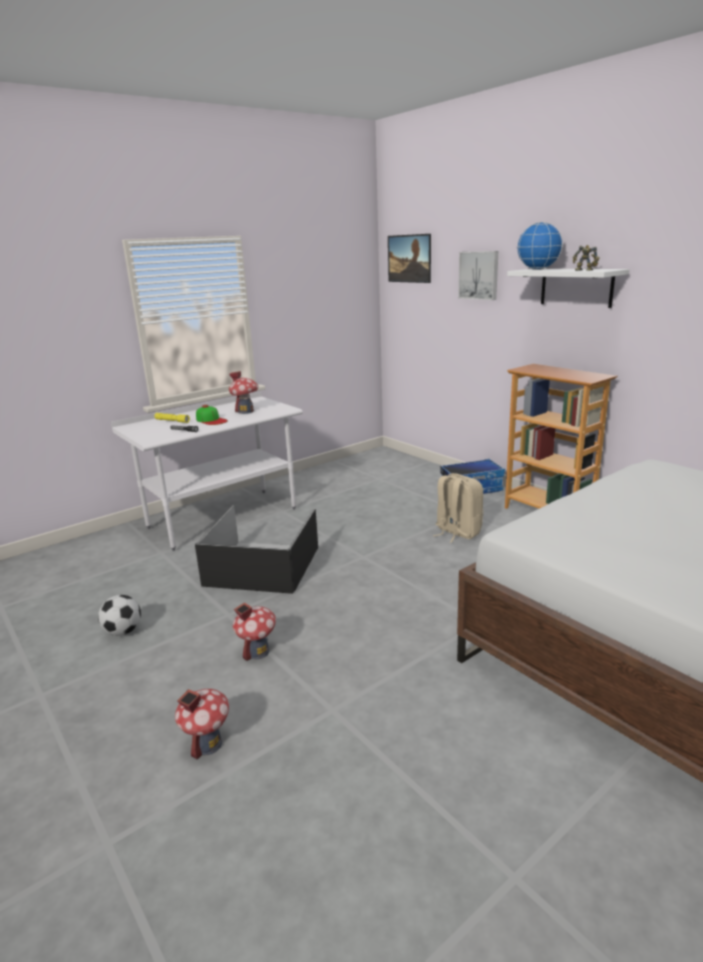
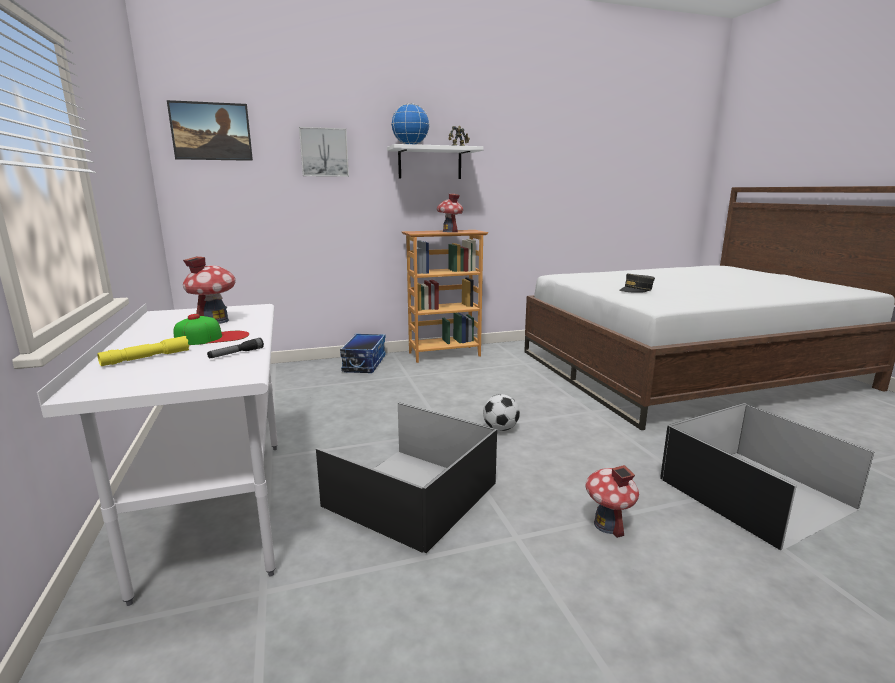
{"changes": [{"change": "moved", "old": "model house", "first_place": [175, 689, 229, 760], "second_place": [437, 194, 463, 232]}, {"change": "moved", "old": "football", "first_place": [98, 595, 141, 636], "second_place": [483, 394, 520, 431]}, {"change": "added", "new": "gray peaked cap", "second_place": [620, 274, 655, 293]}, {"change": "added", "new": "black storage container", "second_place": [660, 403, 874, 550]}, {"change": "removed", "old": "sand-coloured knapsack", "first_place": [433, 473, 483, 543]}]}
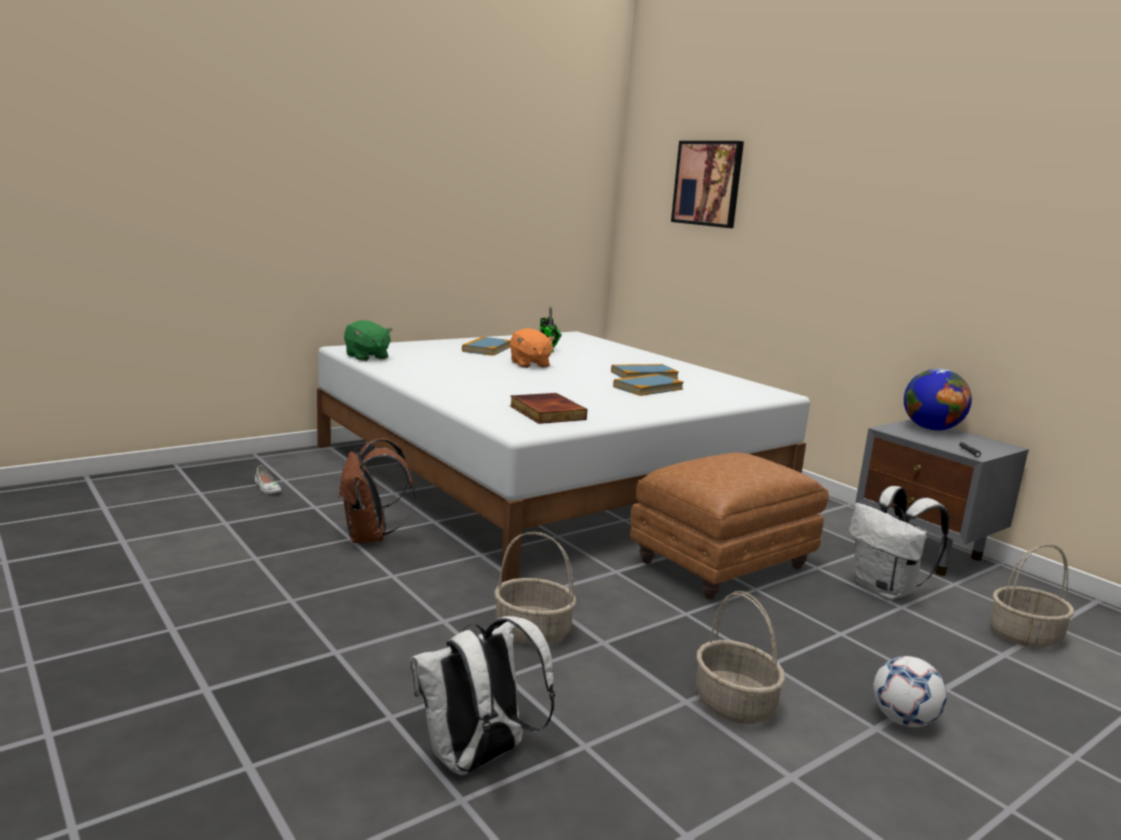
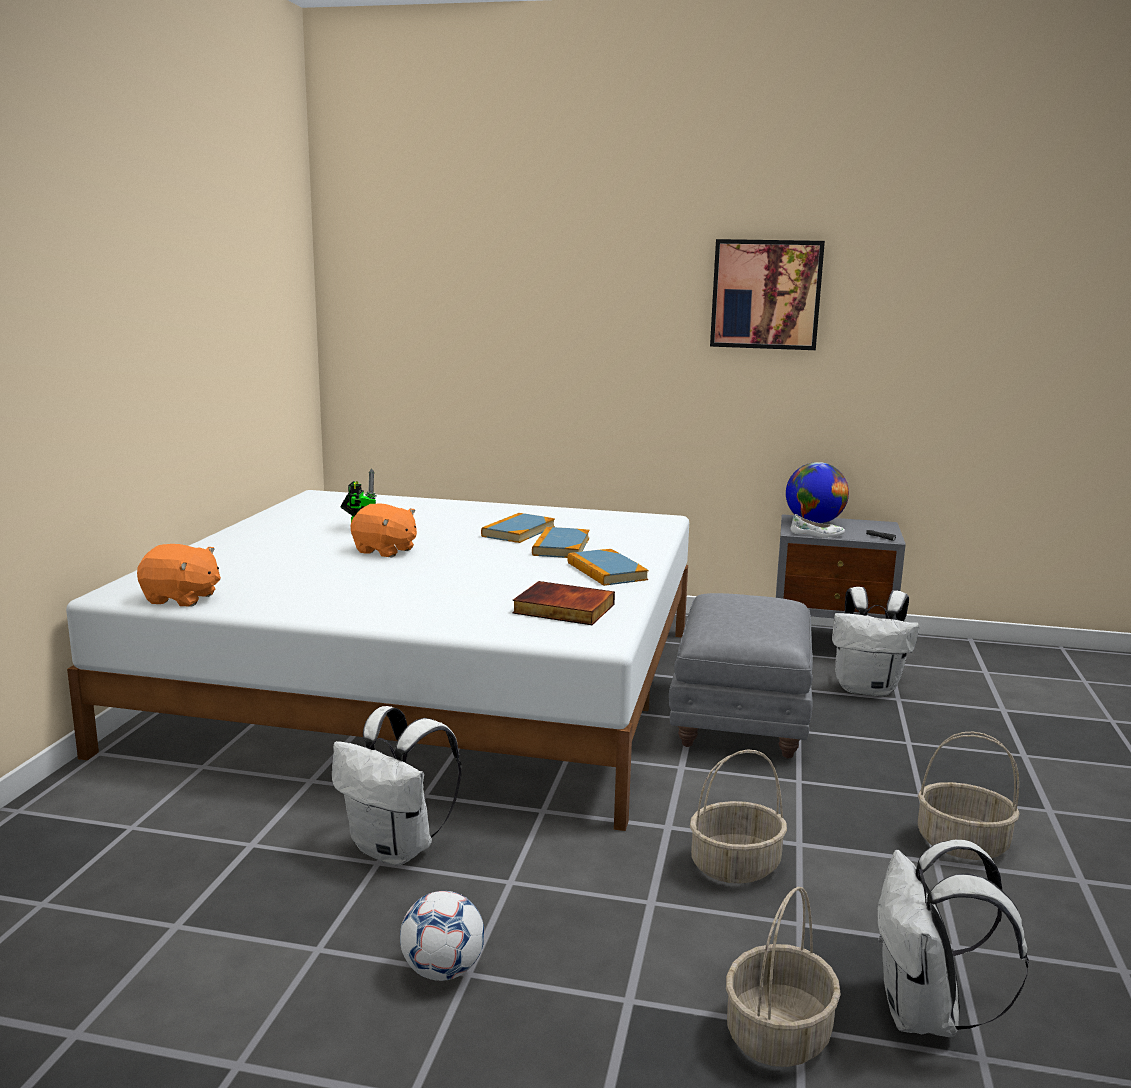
{"changes": [{"change": "recoloured", "old": "greenish cuddly toy", "new": "orange cuddly toy", "first_place": [344, 320, 392, 361], "second_place": [137, 544, 221, 606]}, {"change": "recoloured", "old": "brownish knapsack", "new": "whitish knapsack", "first_place": [338, 438, 415, 543], "second_place": [332, 706, 461, 866]}, {"change": "moved", "old": "football", "first_place": [873, 656, 947, 727], "second_place": [400, 891, 485, 981]}, {"change": "moved", "old": "volume", "first_place": [462, 337, 511, 356], "second_place": [567, 549, 649, 586]}, {"change": "recoloured", "old": "brownish footrest", "new": "gray footrest", "first_place": [630, 452, 829, 600], "second_place": [669, 593, 813, 758]}, {"change": "moved", "old": "wall art", "first_place": [671, 141, 744, 228], "second_place": [710, 239, 825, 350]}, {"change": "moved", "old": "household basket", "first_place": [990, 544, 1074, 648], "second_place": [726, 887, 841, 1067]}, {"change": "moved", "old": "whitish low shoe", "first_place": [255, 465, 281, 494], "second_place": [790, 514, 845, 538]}]}
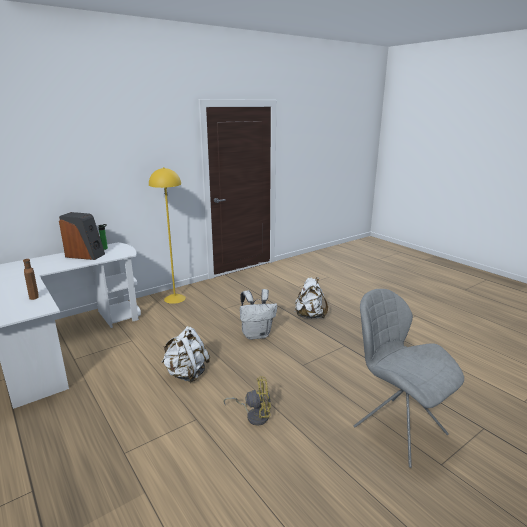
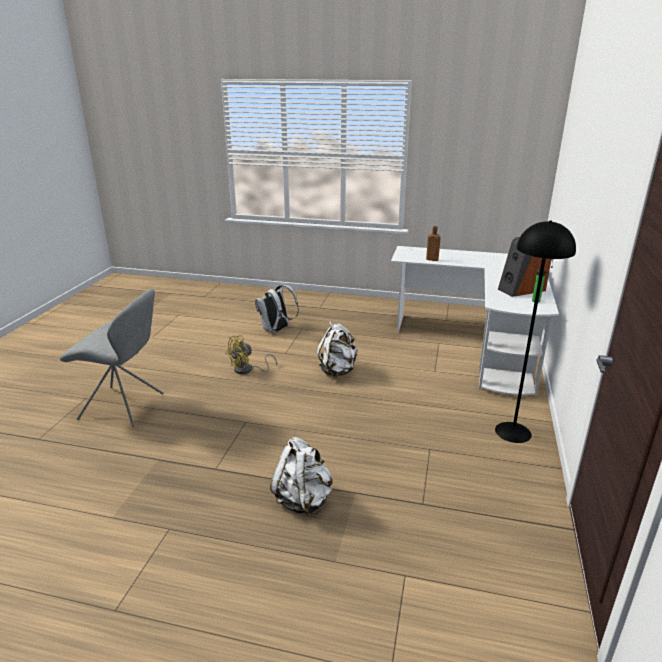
{"changes": [{"change": "moved", "old": "whitish knapsack", "first_place": [240, 289, 277, 340], "second_place": [255, 285, 299, 333]}, {"change": "recoloured", "old": "yellow floor lamp", "new": "black floor lamp", "first_place": [149, 167, 186, 304], "second_place": [495, 220, 576, 443]}]}
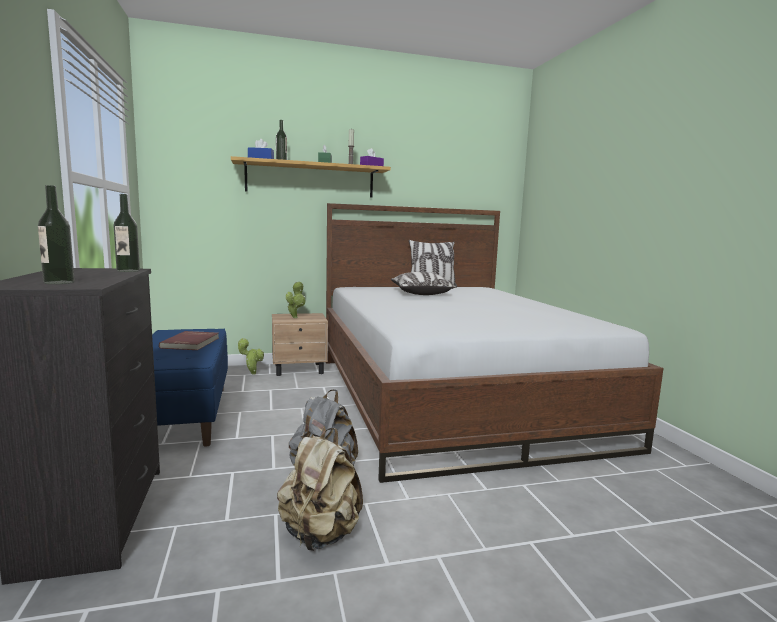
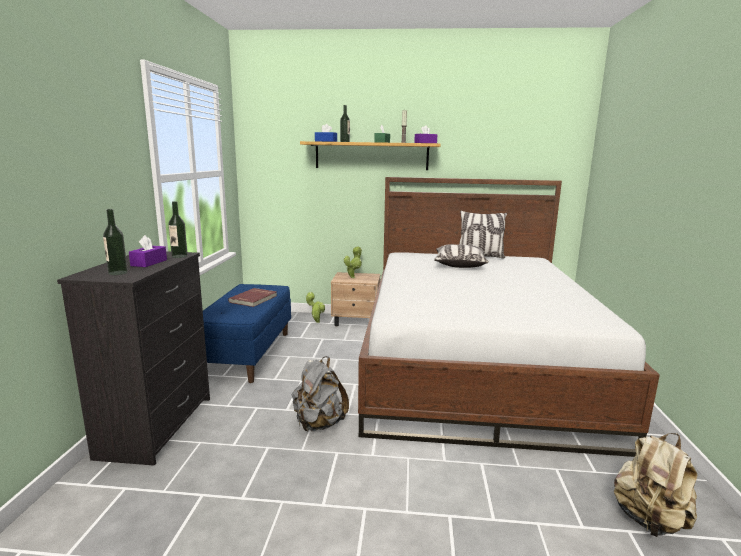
{"changes": [{"change": "added", "new": "purplish tissue holder", "second_place": [129, 235, 167, 267]}, {"change": "moved", "old": "sand-coloured knapsack", "first_place": [277, 428, 363, 551], "second_place": [614, 433, 697, 537]}]}
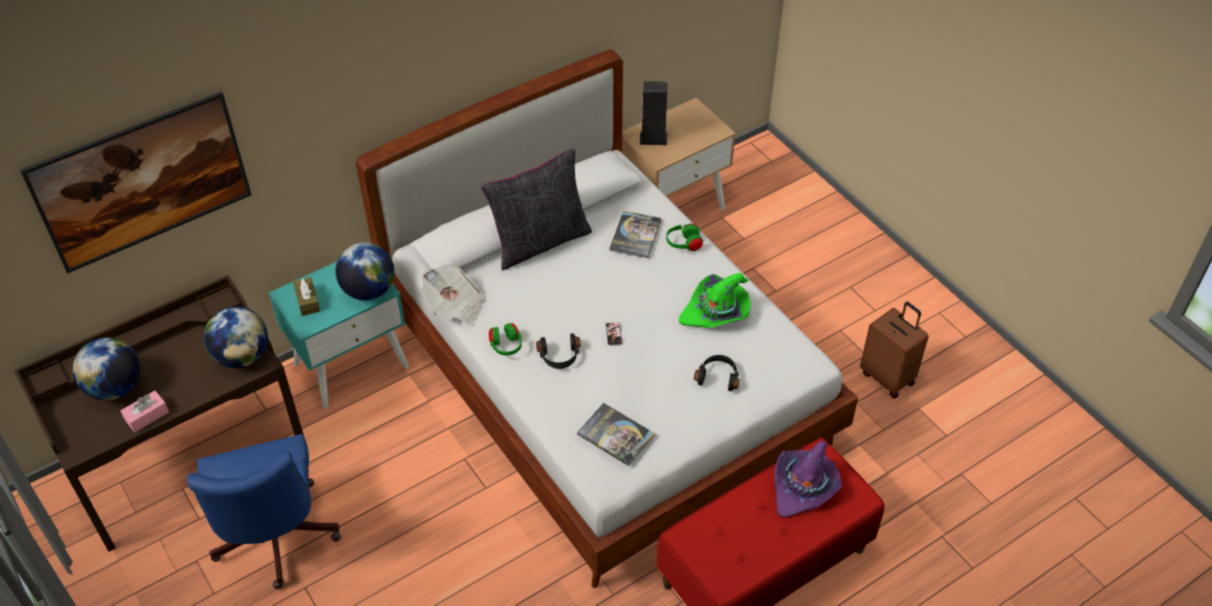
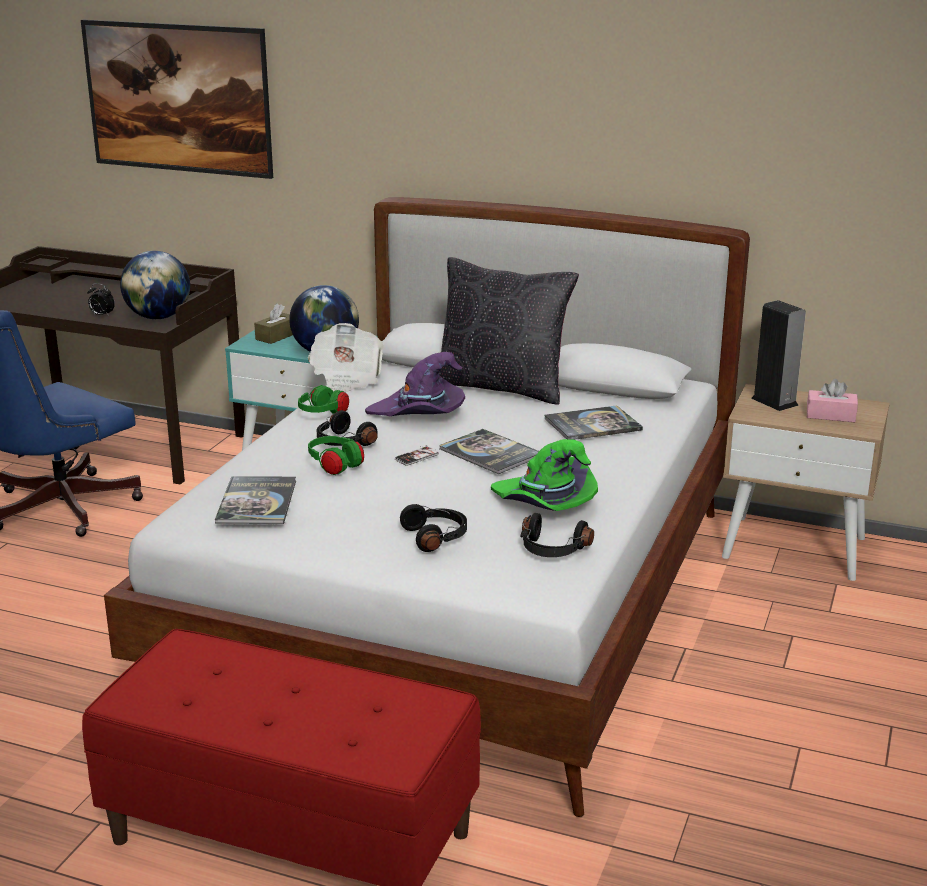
{"changes": [{"change": "added", "new": "alarm clock", "second_place": [87, 283, 115, 316]}, {"change": "moved", "old": "greenish headphones", "first_place": [666, 224, 704, 251], "second_place": [308, 436, 364, 475]}, {"change": "moved", "old": "purplish hat", "first_place": [774, 441, 842, 518], "second_place": [365, 352, 465, 416]}, {"change": "added", "new": "volume", "second_place": [440, 429, 539, 474]}, {"change": "added", "new": "black headphones", "second_place": [520, 513, 594, 557]}, {"change": "moved", "old": "pinkish tissue holder", "first_place": [121, 391, 169, 433], "second_place": [807, 378, 858, 422]}, {"change": "removed", "old": "world globe", "first_place": [73, 337, 140, 401]}, {"change": "removed", "old": "brownish suitcase", "first_place": [860, 302, 929, 399]}]}
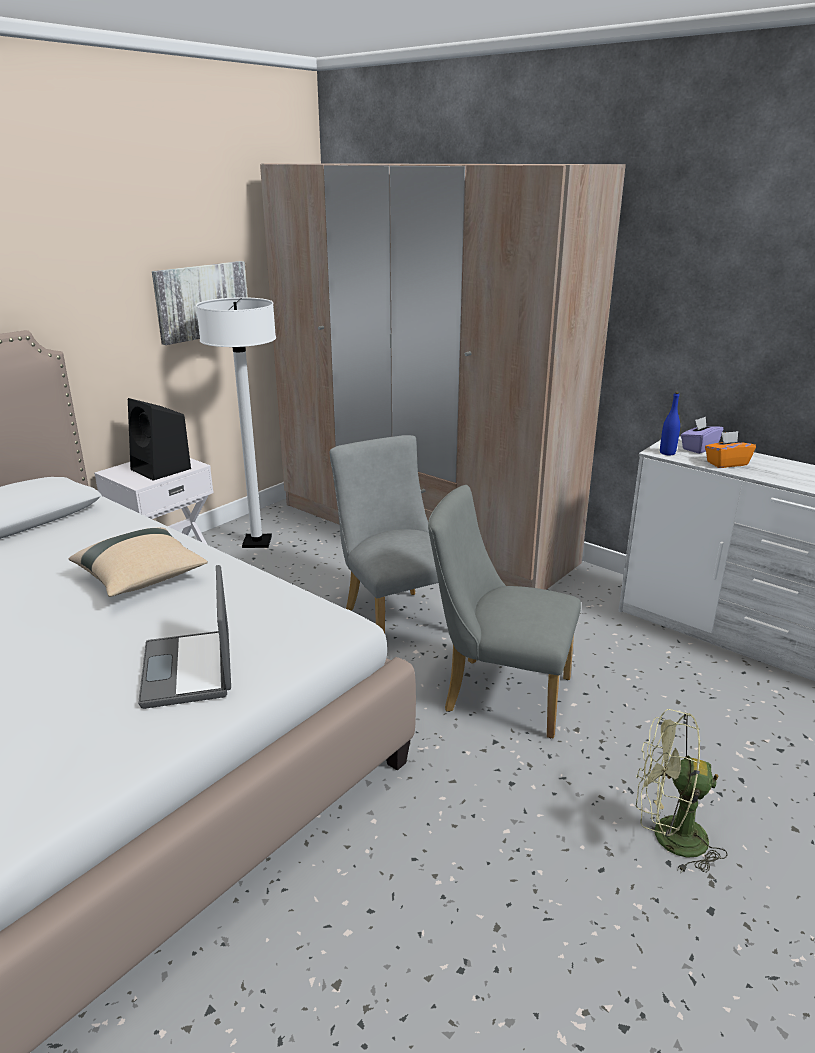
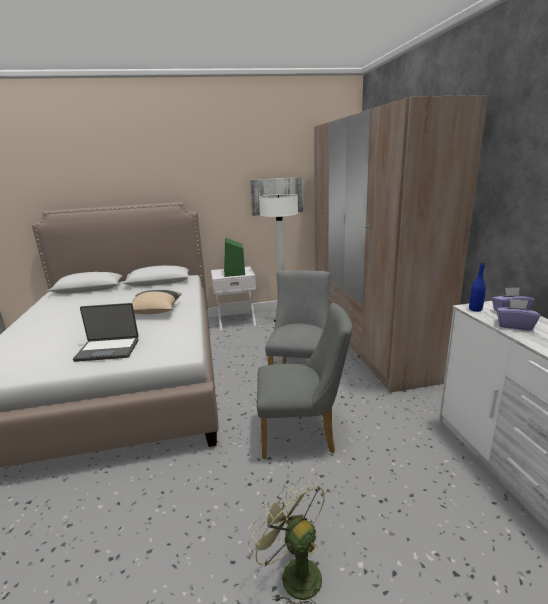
{"changes": [{"change": "turned", "old": "notebook computer", "first_place": [138, 565, 231, 709], "second_place": [73, 303, 139, 362], "degrees": -120}, {"change": "recoloured", "old": "black speaker", "new": "greenish speaker", "first_place": [128, 398, 191, 481], "second_place": [224, 238, 245, 277]}, {"change": "turned", "old": "gray plain chair", "first_place": [428, 485, 581, 738], "second_place": [257, 303, 352, 459], "degrees": 120}, {"change": "recoloured", "old": "orange tissue holder", "new": "purplish tissue holder", "first_place": [705, 431, 756, 468], "second_place": [497, 299, 540, 331]}]}
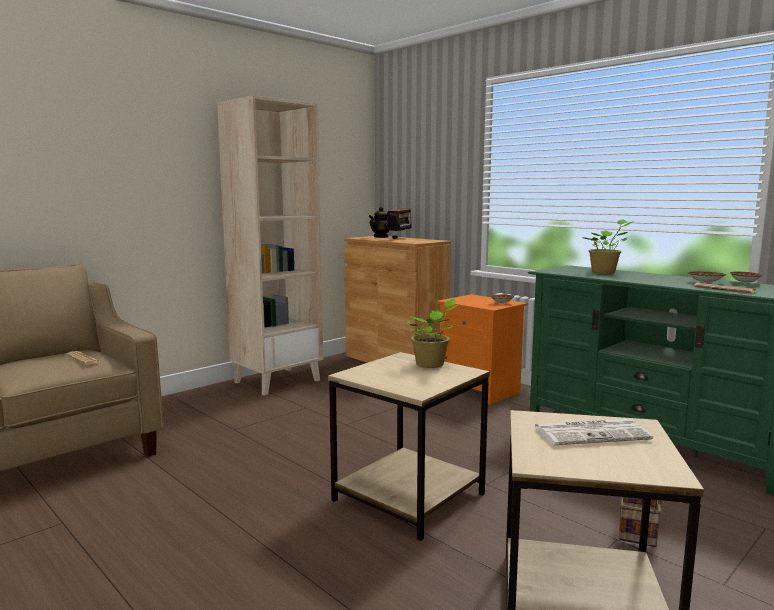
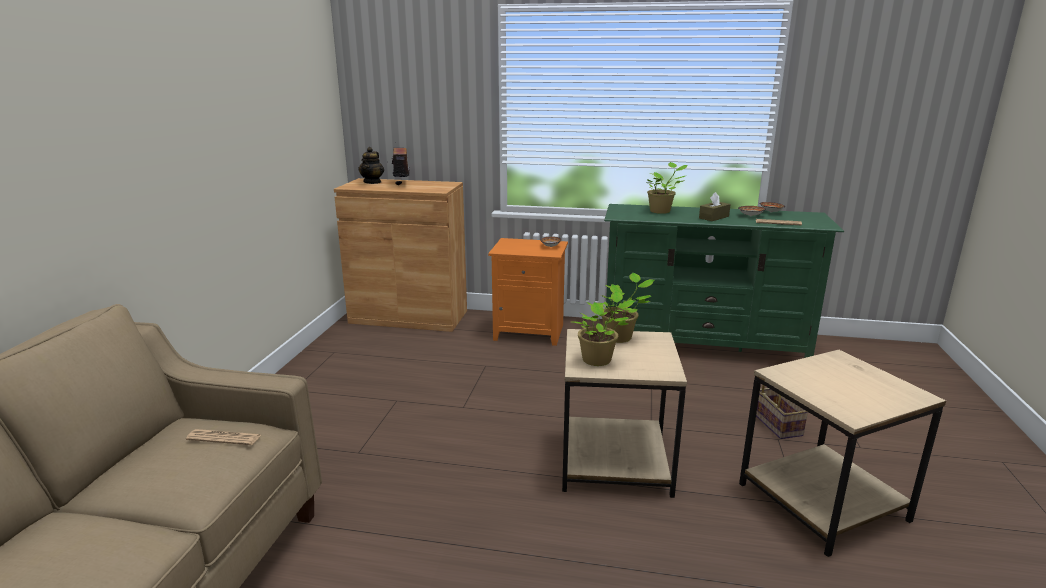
{"changes": [{"change": "added", "new": "potted plant", "second_place": [571, 291, 635, 366]}, {"change": "added", "new": "brownish tissue holder", "second_place": [699, 192, 731, 221]}, {"change": "removed", "old": "sand-coloured bookcase", "first_place": [217, 95, 323, 396]}, {"change": "removed", "old": "daily paper", "first_place": [533, 419, 653, 445]}]}
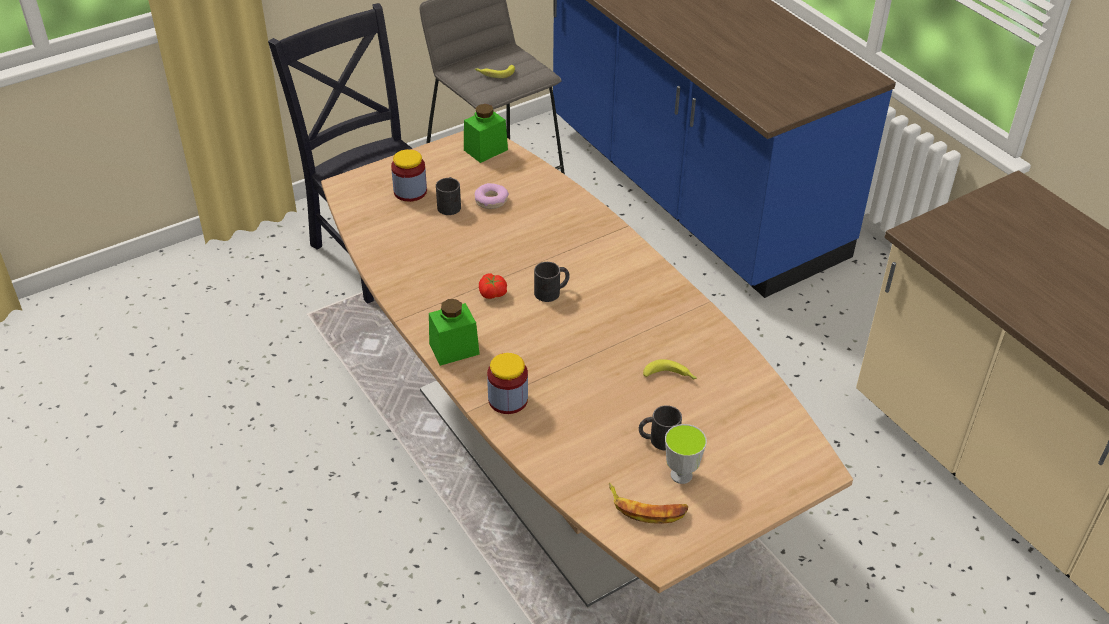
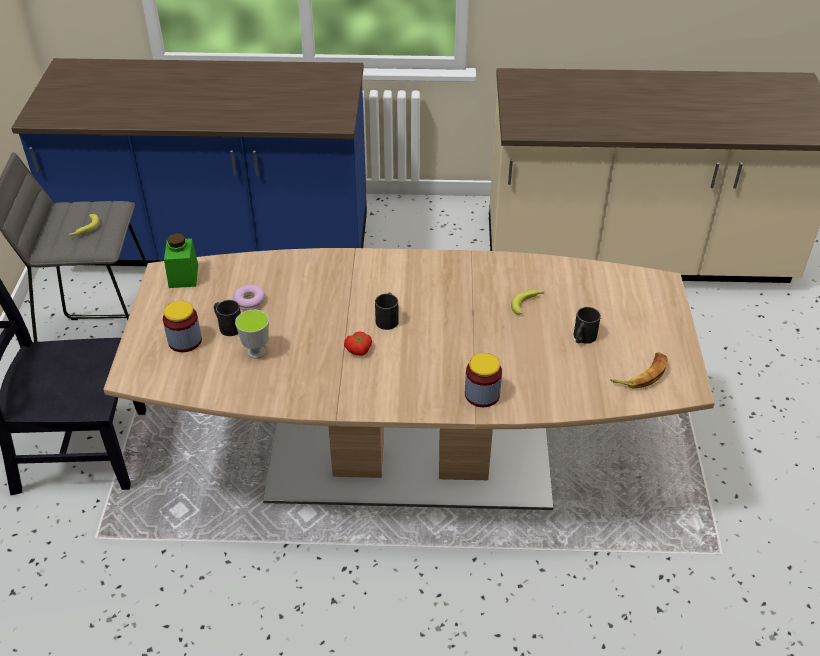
{"changes": [{"change": "moved", "old": "cup", "first_place": [665, 424, 707, 484], "second_place": [235, 310, 269, 359]}, {"change": "removed", "old": "greenish preserve jar", "first_place": [429, 299, 480, 366]}]}
